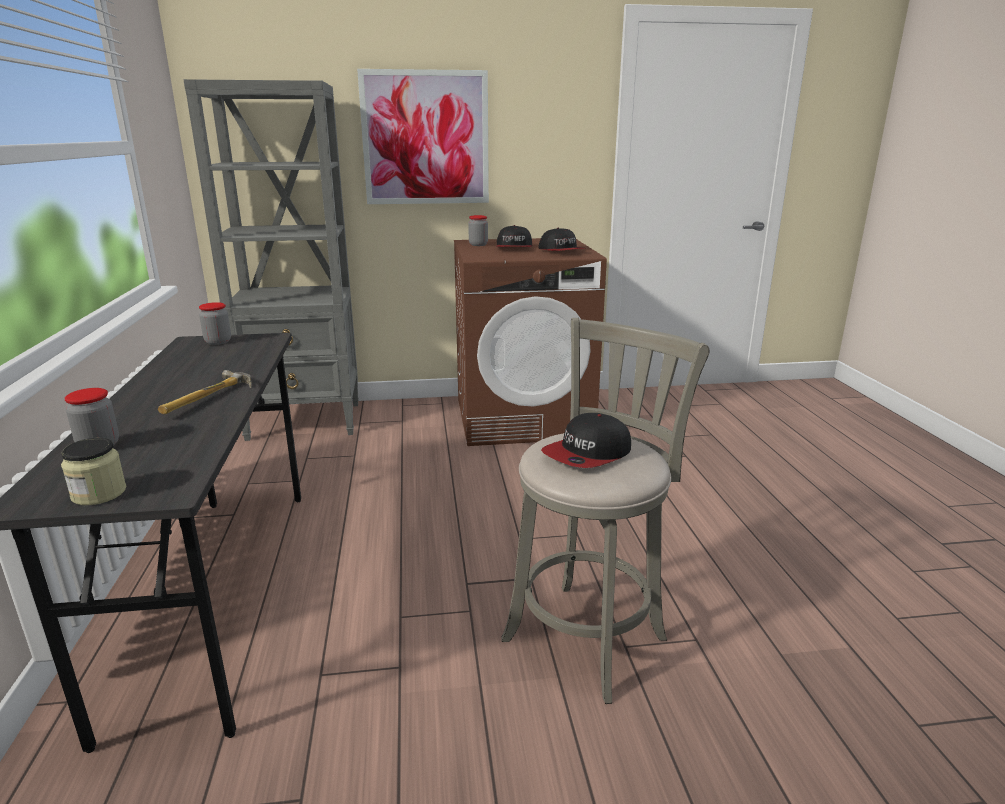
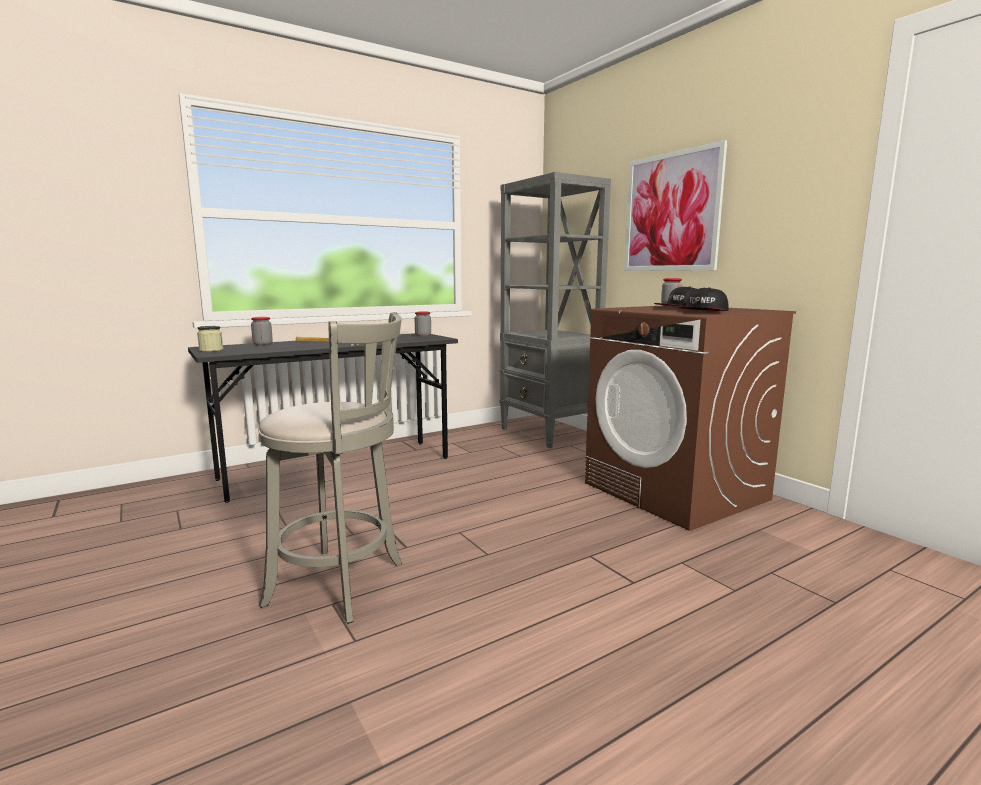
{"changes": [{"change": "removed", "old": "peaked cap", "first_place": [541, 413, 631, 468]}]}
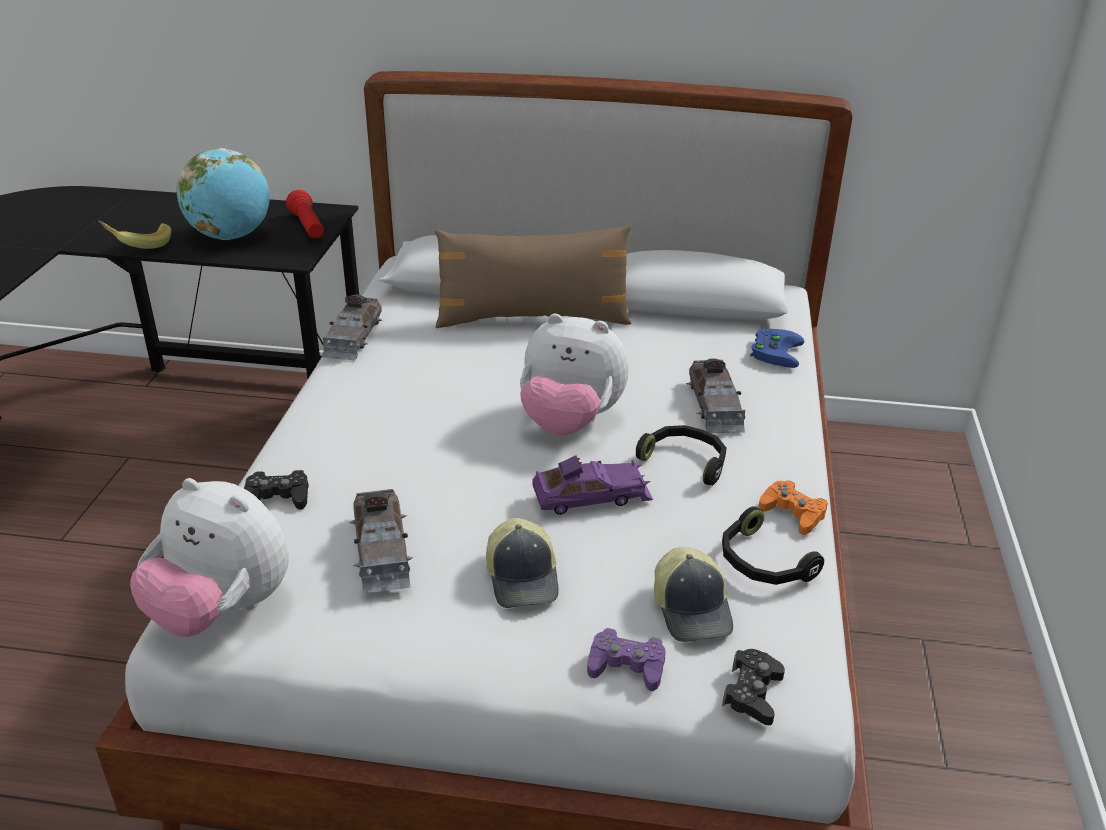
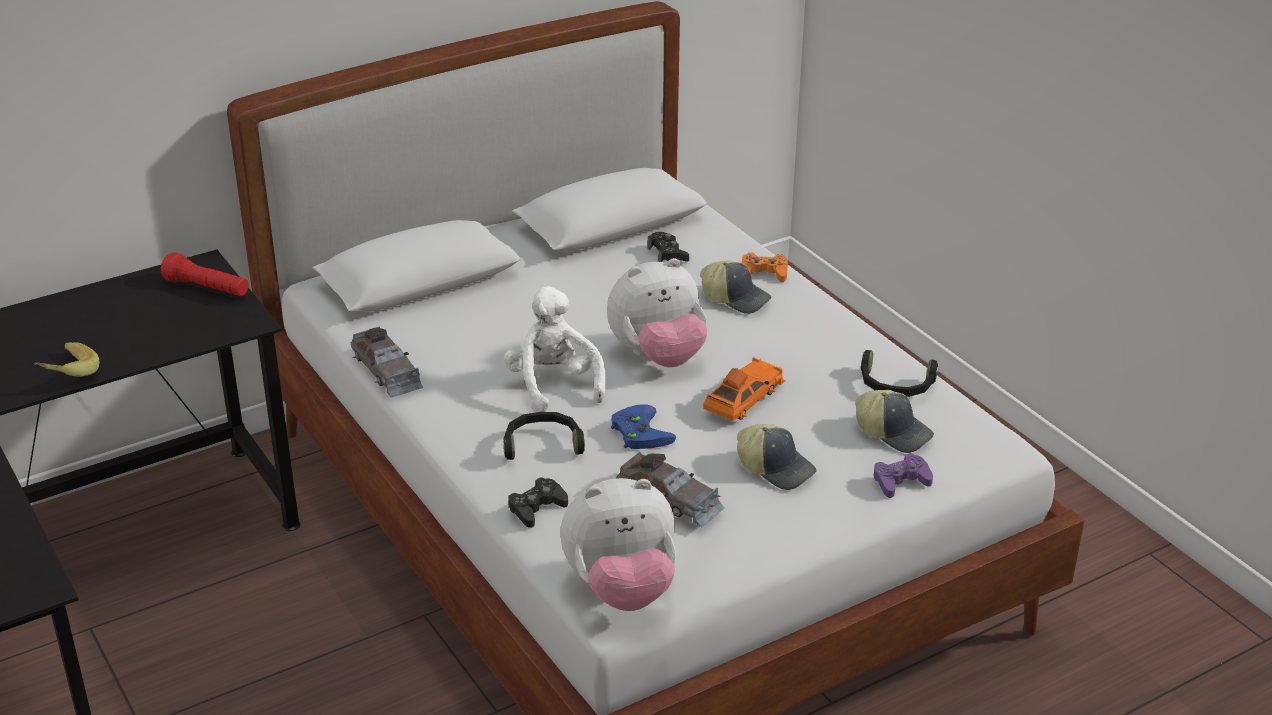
{"changes": [{"change": "added", "new": "whitish cuddly toy", "second_place": [503, 286, 606, 412]}, {"change": "moved", "old": "black headphones", "first_place": [636, 425, 727, 486], "second_place": [503, 412, 585, 460]}, {"change": "moved", "old": "bluish joypad", "first_place": [750, 329, 804, 368], "second_place": [611, 404, 676, 449]}, {"change": "moved", "old": "black joypad", "first_place": [722, 649, 785, 725], "second_place": [647, 232, 689, 262]}, {"change": "replaced", "old": "gray model car", "new": "peaked cap", "first_place": [686, 358, 745, 433], "second_place": [700, 261, 772, 314]}, {"change": "recoloured", "old": "purplish model car", "new": "orange model car", "first_place": [532, 455, 653, 515], "second_place": [703, 357, 786, 421]}, {"change": "moved", "old": "orange joypad", "first_place": [759, 480, 828, 535], "second_place": [742, 253, 788, 282]}, {"change": "removed", "old": "world globe", "first_place": [176, 148, 270, 240]}, {"change": "removed", "old": "brownish pillow", "first_place": [435, 225, 631, 328]}]}
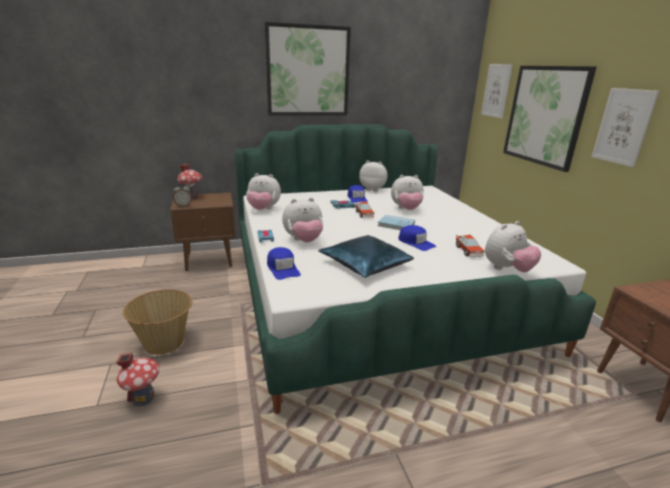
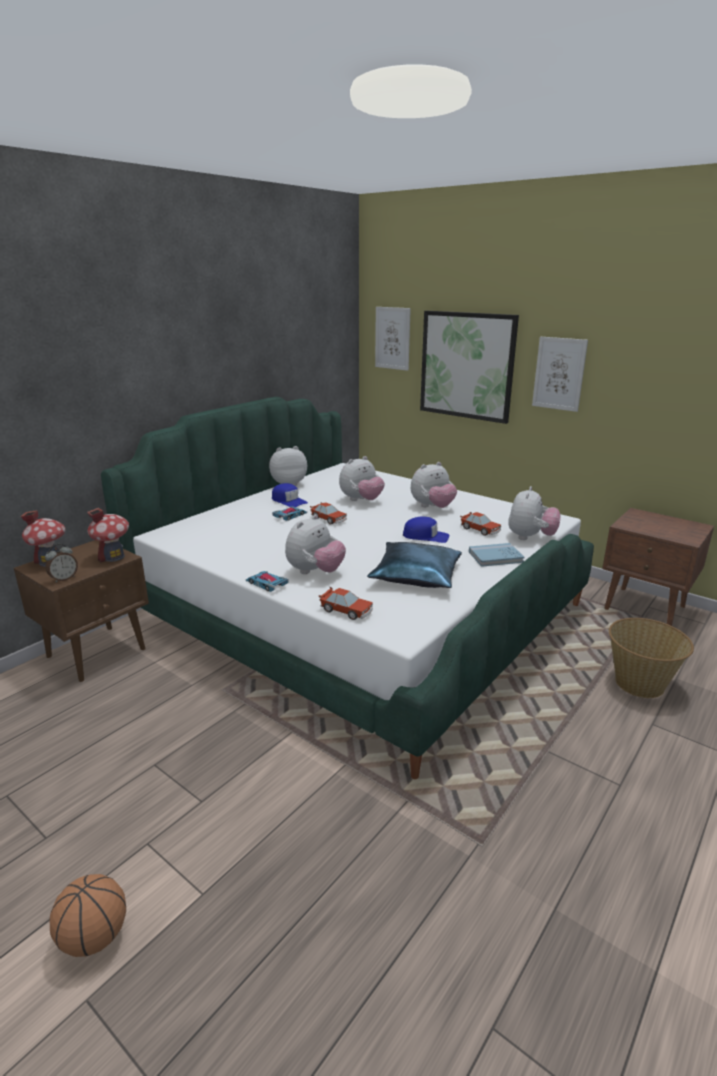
{"changes": [{"change": "added", "new": "ball for basketball", "second_place": [50, 874, 126, 957]}, {"change": "moved", "old": "model house", "first_place": [116, 353, 160, 406], "second_place": [87, 508, 129, 562]}, {"change": "replaced", "old": "bluish peaked cap", "new": "model car", "first_place": [267, 247, 301, 280], "second_place": [319, 587, 373, 620]}, {"change": "moved", "old": "cuddly toy", "first_place": [246, 173, 281, 210], "second_place": [411, 462, 457, 508]}, {"change": "moved", "old": "bluish volume", "first_place": [377, 215, 415, 230], "second_place": [469, 543, 525, 567]}, {"change": "moved", "old": "household basket", "first_place": [123, 289, 192, 355], "second_place": [609, 618, 694, 698]}, {"change": "removed", "old": "wall art", "first_place": [265, 22, 351, 116]}]}
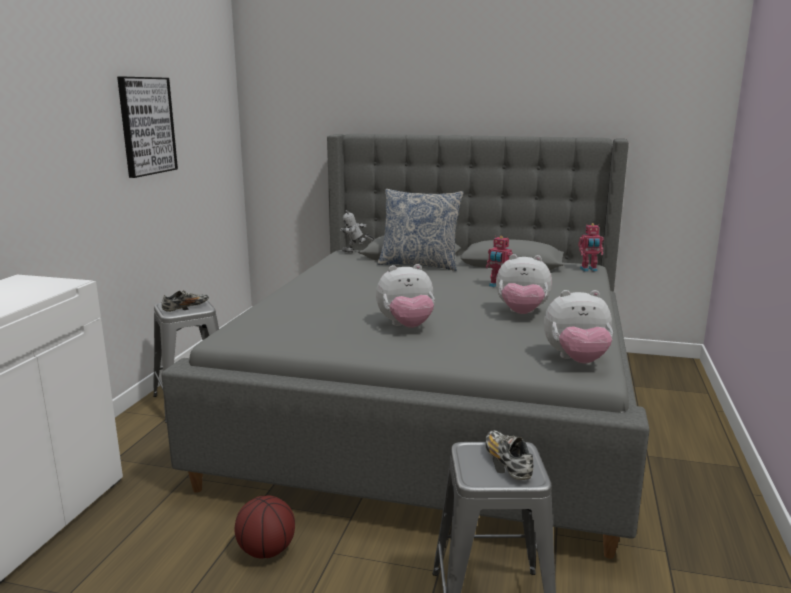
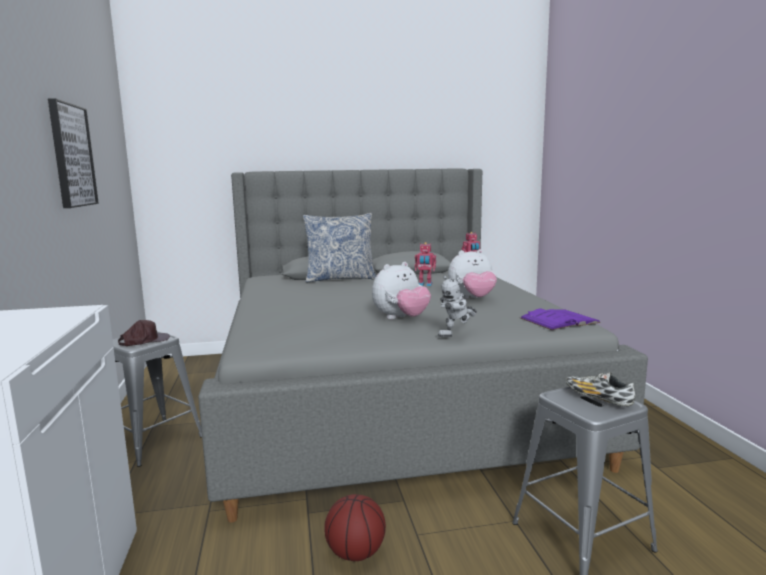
{"changes": [{"change": "replaced", "old": "low shoe", "new": "brownish peaked cap", "first_place": [161, 290, 209, 312], "second_place": [118, 320, 170, 346]}, {"change": "moved", "old": "toy robot", "first_place": [340, 210, 375, 253], "second_place": [438, 276, 477, 337]}, {"change": "replaced", "old": "cuddly toy", "new": "purplish volume", "first_place": [544, 290, 613, 364], "second_place": [520, 308, 601, 330]}]}
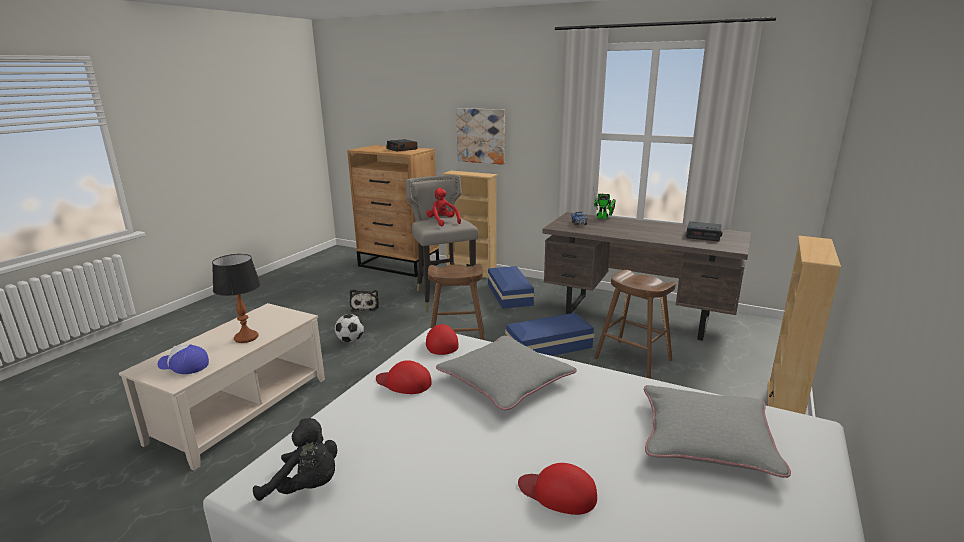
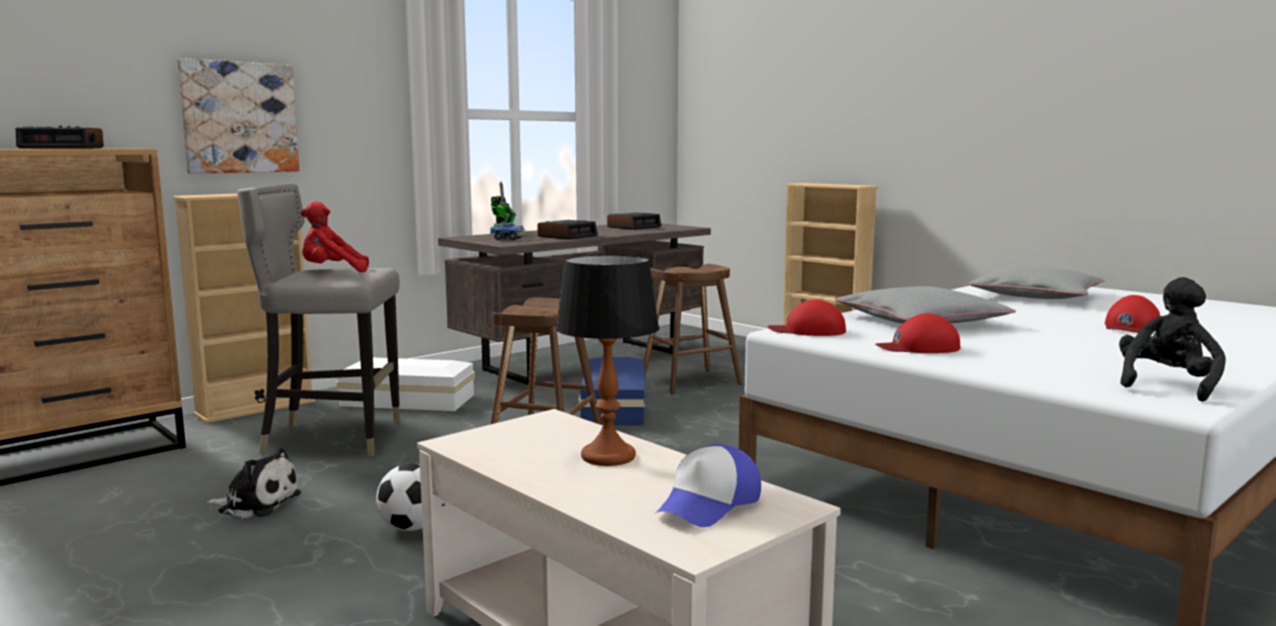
{"changes": [{"change": "recoloured", "old": "bluish storage container", "new": "whitish storage container", "first_place": [487, 266, 535, 309], "second_place": [336, 358, 475, 411]}, {"change": "added", "new": "alarm clock", "second_place": [537, 220, 598, 239]}, {"change": "turned", "old": "reddish peaked cap", "first_place": [376, 360, 432, 394], "second_place": [875, 313, 960, 353], "degrees": 45}]}
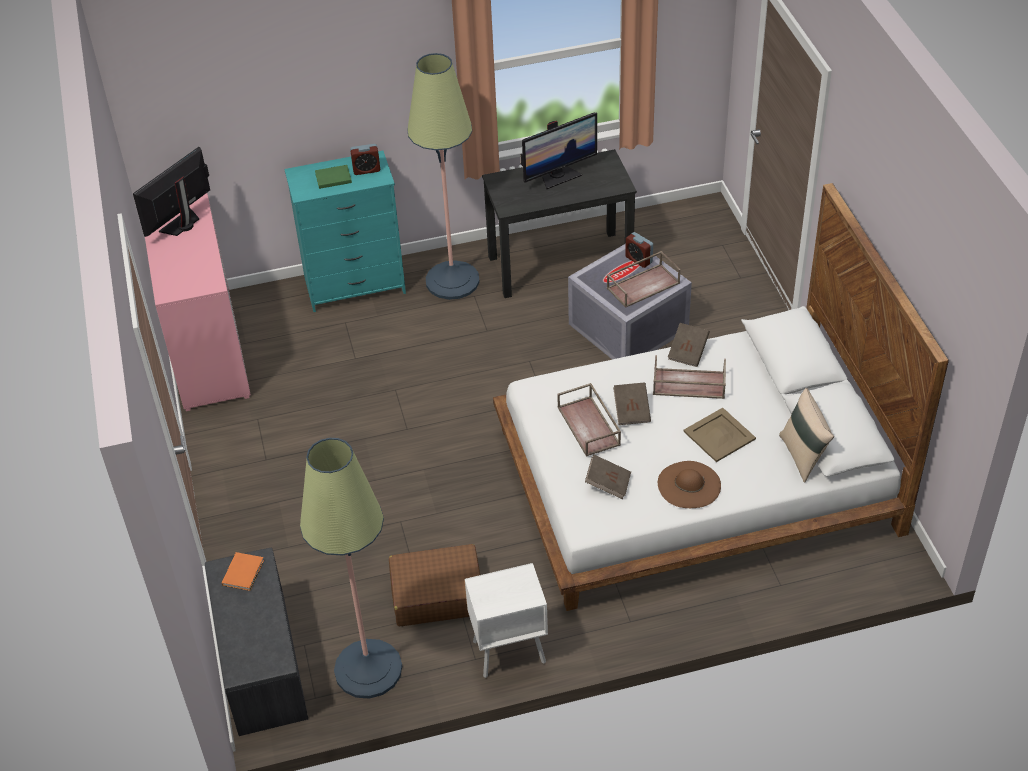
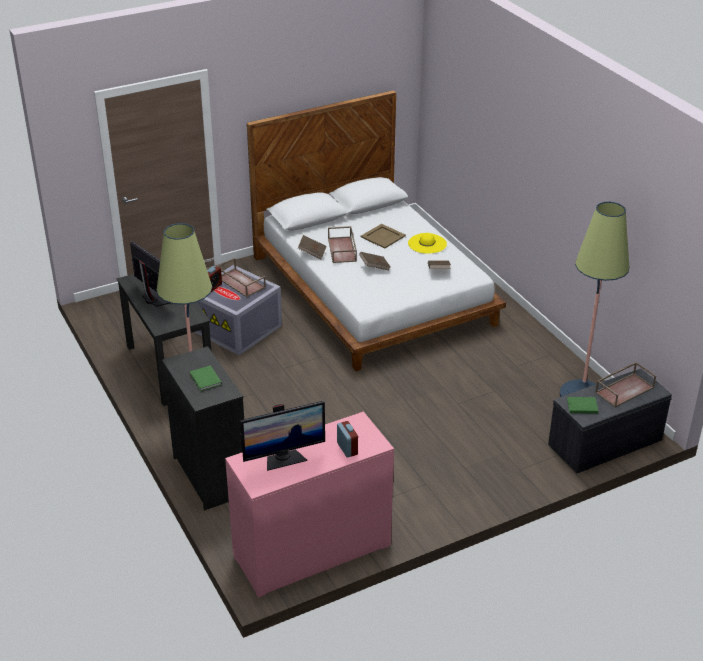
{"changes": [{"change": "recoloured", "old": "blue-green dresser", "new": "black dresser", "first_place": [284, 151, 406, 312], "second_place": [162, 346, 244, 510]}, {"change": "turned", "old": "monitor", "first_place": [133, 147, 210, 237], "second_place": [240, 401, 325, 471], "degrees": -45}, {"change": "moved", "old": "alarm clock", "first_place": [350, 144, 380, 175], "second_place": [337, 421, 358, 458]}, {"change": "recoloured", "old": "brownish hat", "new": "yellow hat", "first_place": [658, 461, 721, 508], "second_place": [408, 233, 447, 254]}, {"change": "recoloured", "old": "orange volume", "new": "greenish volume", "first_place": [222, 552, 264, 591], "second_place": [567, 397, 598, 414]}, {"change": "moved", "old": "brownish carrying tray", "first_place": [557, 383, 621, 457], "second_place": [595, 362, 656, 407]}, {"change": "removed", "old": "brownish suitcase", "first_place": [389, 544, 480, 626]}, {"change": "removed", "old": "whitish night table", "first_place": [465, 563, 548, 678]}, {"change": "removed", "old": "sand-coloured pillow", "first_place": [779, 388, 834, 482]}]}
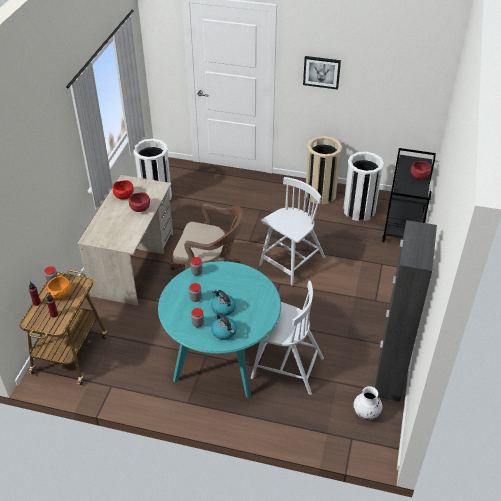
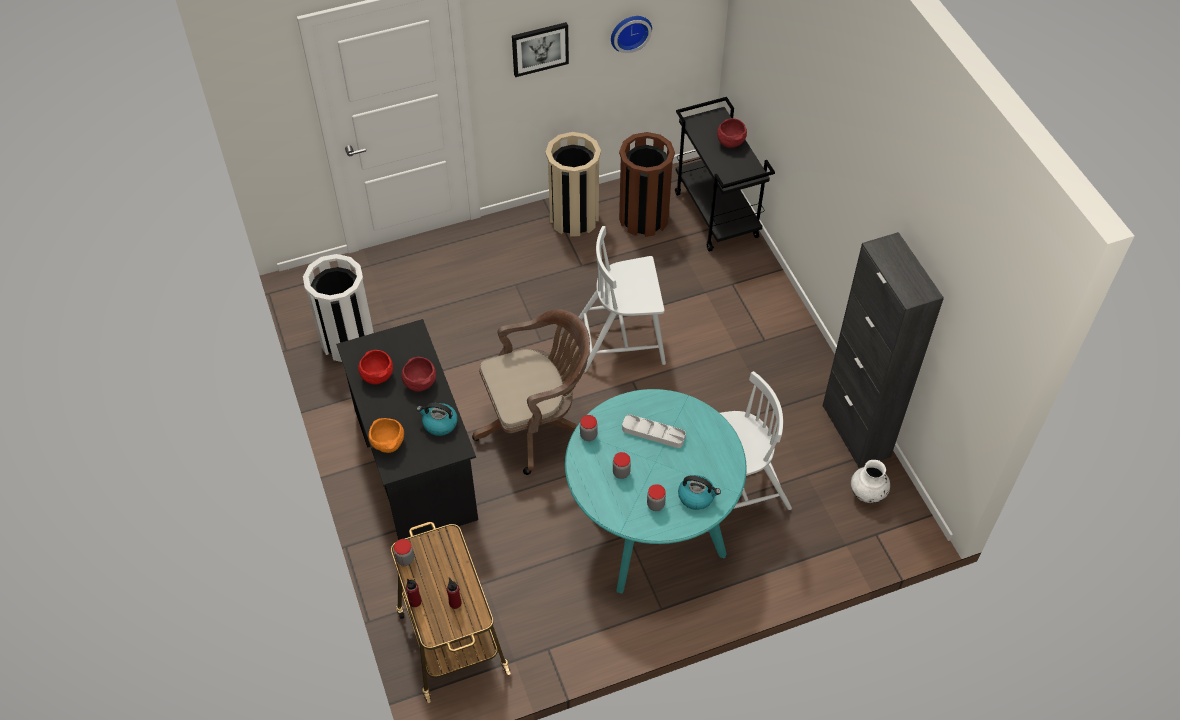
{"changes": [{"change": "recoloured", "old": "sand-coloured desk", "new": "black desk", "first_place": [77, 175, 173, 306], "second_place": [336, 319, 478, 540]}, {"change": "moved", "old": "orange deep dish", "first_place": [47, 276, 72, 299], "second_place": [368, 418, 404, 453]}, {"change": "moved", "old": "water kettle", "first_place": [211, 290, 236, 316], "second_place": [416, 403, 458, 436]}, {"change": "turned", "old": "whitish plain chair", "first_place": [259, 177, 325, 286], "second_place": [579, 226, 666, 373], "degrees": -105}, {"change": "added", "new": "clock on the wall", "second_place": [611, 16, 652, 53]}, {"change": "recoloured", "old": "whitish waste bin", "new": "brownish waste bin", "first_place": [343, 152, 384, 221], "second_place": [619, 132, 675, 237]}, {"change": "added", "new": "gray carrying tray", "second_place": [622, 414, 686, 448]}]}
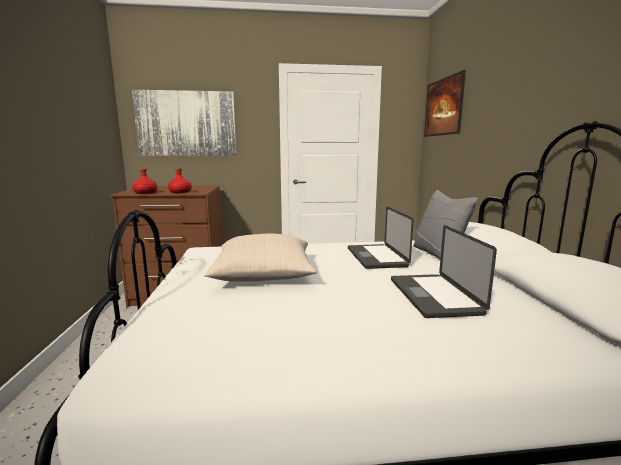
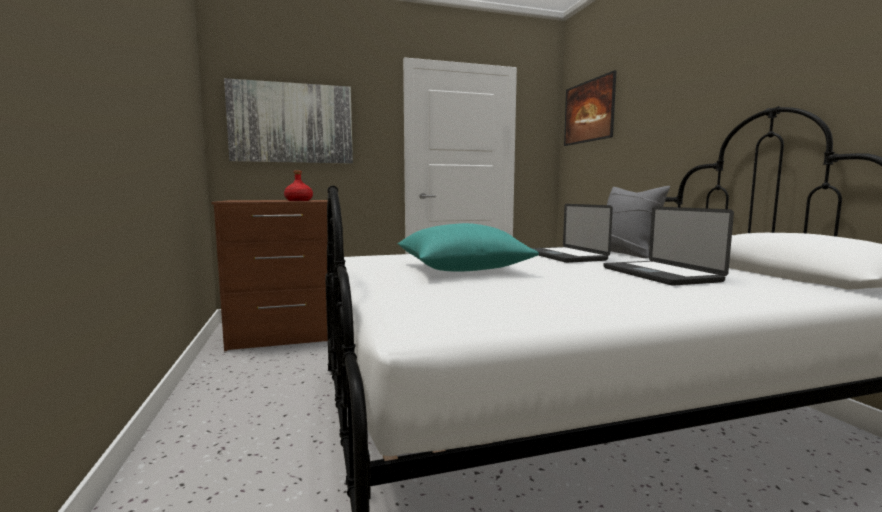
{"changes": [{"change": "recoloured", "old": "sand-coloured pillow", "new": "blue-green pillow", "first_place": [204, 234, 317, 282], "second_place": [398, 223, 539, 272]}, {"change": "removed", "old": "reddish beverage bottle", "first_place": [132, 168, 157, 194]}]}
